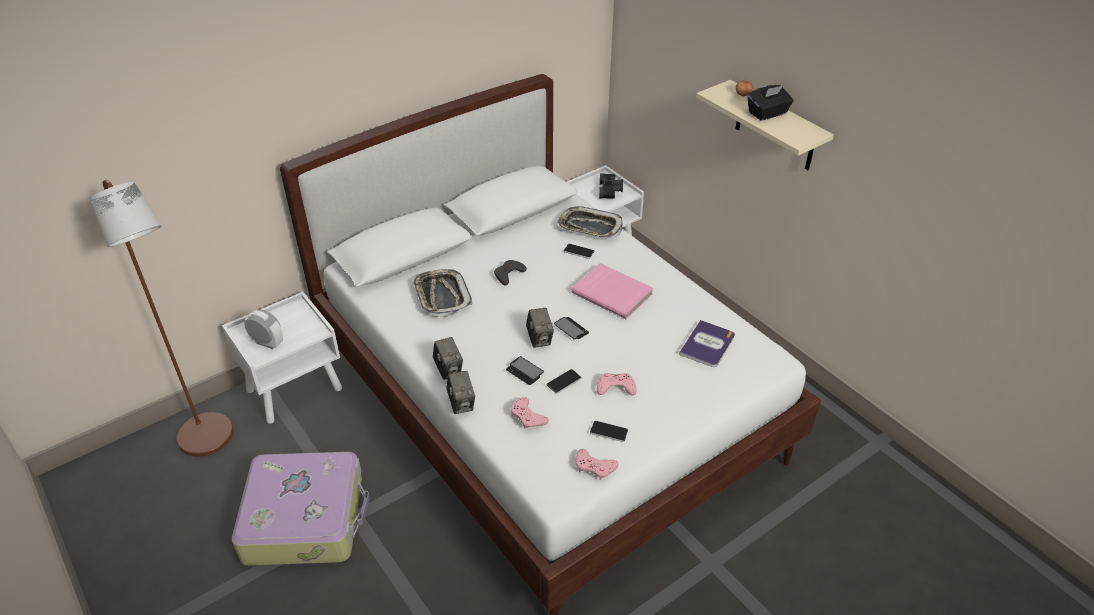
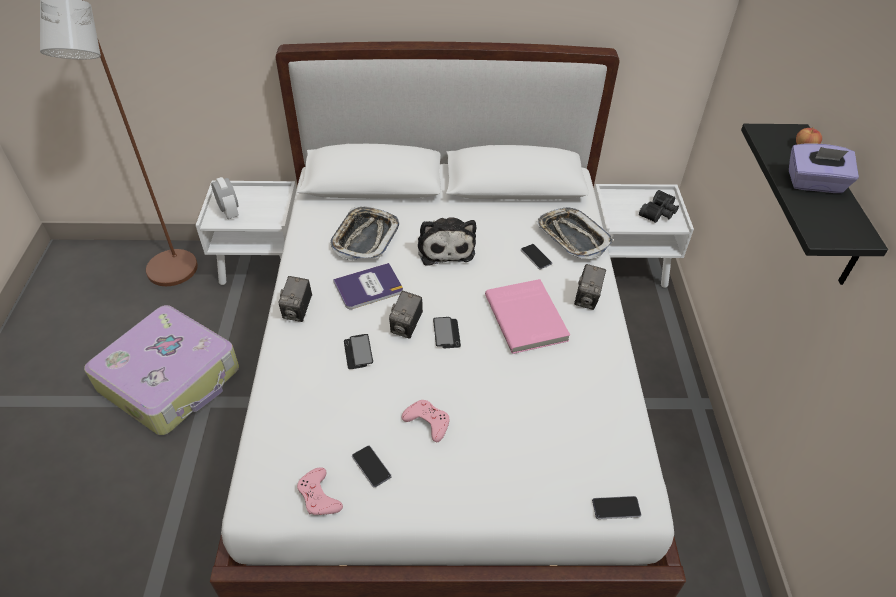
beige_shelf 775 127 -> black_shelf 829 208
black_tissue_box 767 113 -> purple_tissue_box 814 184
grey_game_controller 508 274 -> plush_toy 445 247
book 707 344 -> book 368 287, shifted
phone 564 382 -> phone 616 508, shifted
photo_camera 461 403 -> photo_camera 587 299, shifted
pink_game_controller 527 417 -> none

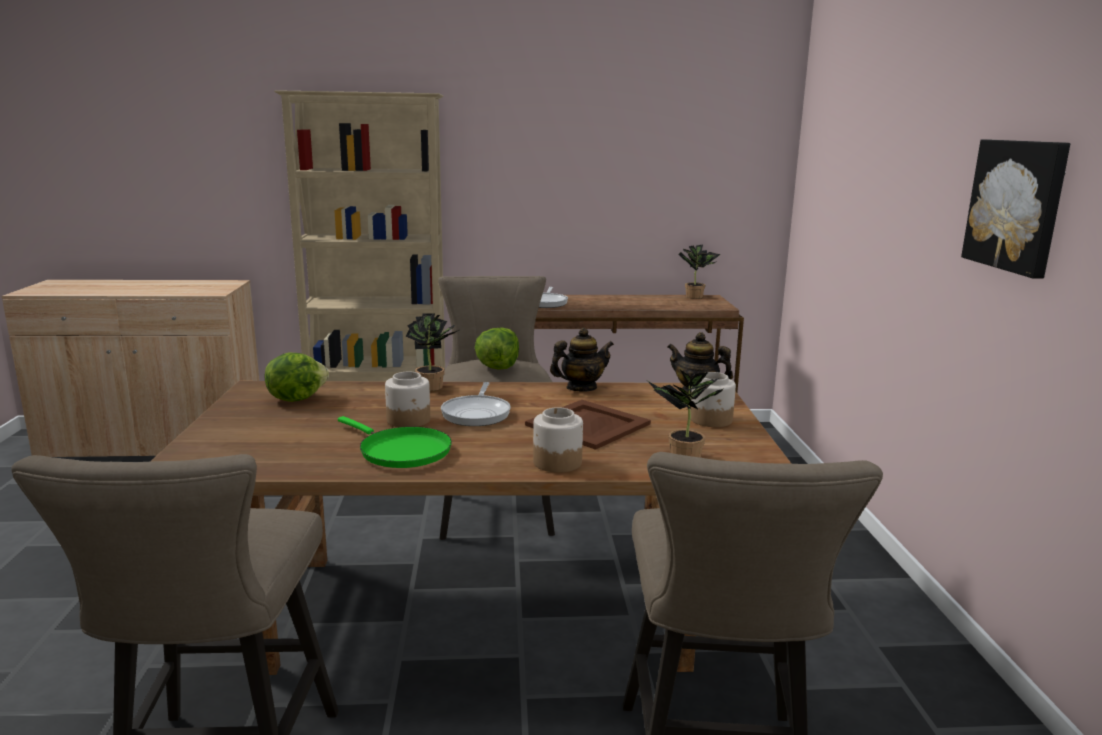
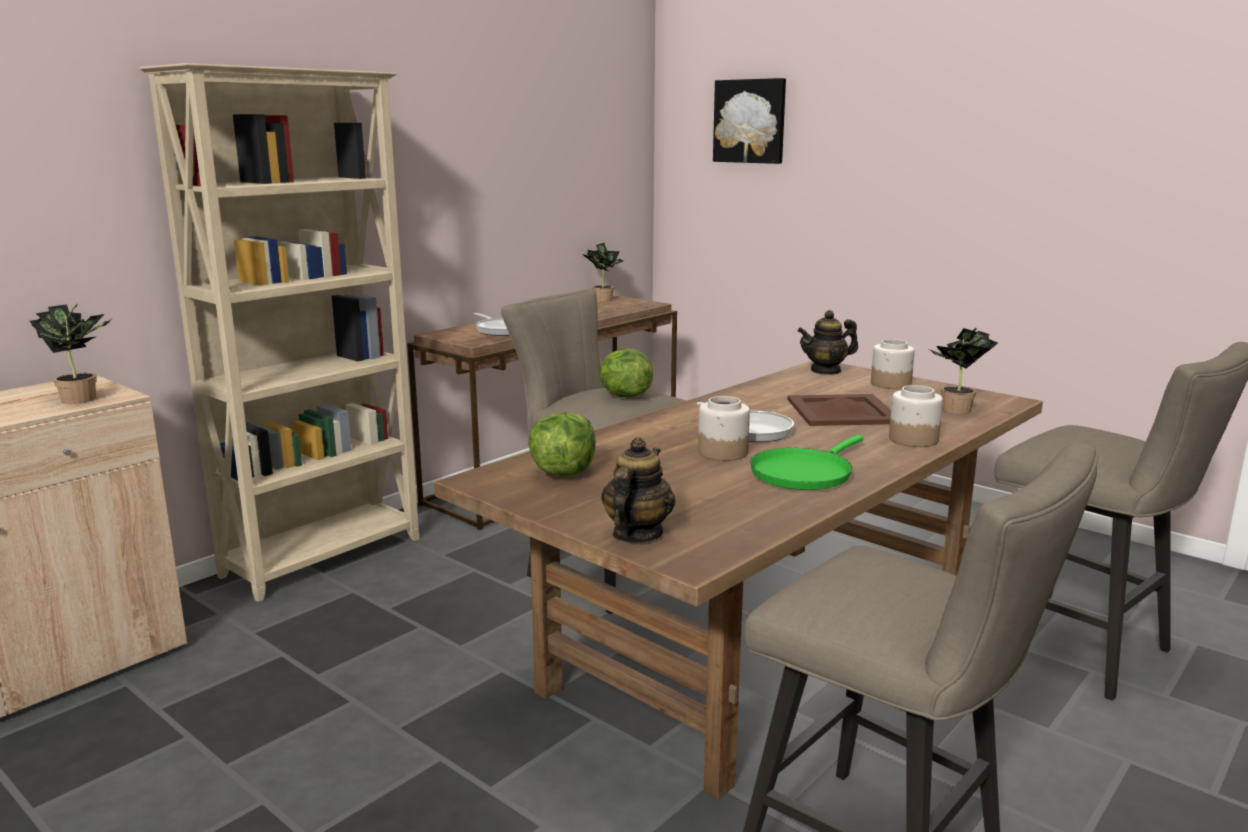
picture 1017 205 -> picture 750 121, shifted
potted_plant 434 387 -> potted_plant 84 399, shifted
teapot 581 388 -> teapot 636 534, shifted
green_frying_pan 401 451 -> green_frying_pan 803 473, 135 degrees clockwise

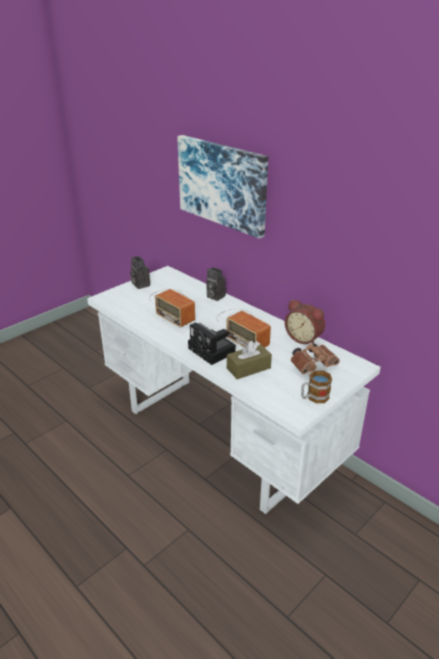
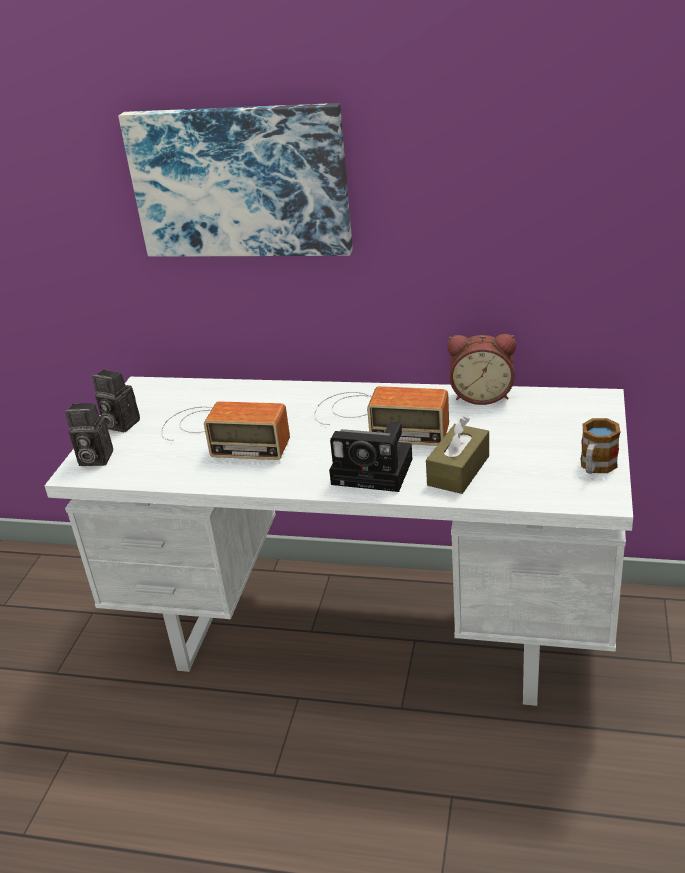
photo_camera 214 296 -> photo_camera 93 459, shifted
brown_binoculars 314 365 -> none

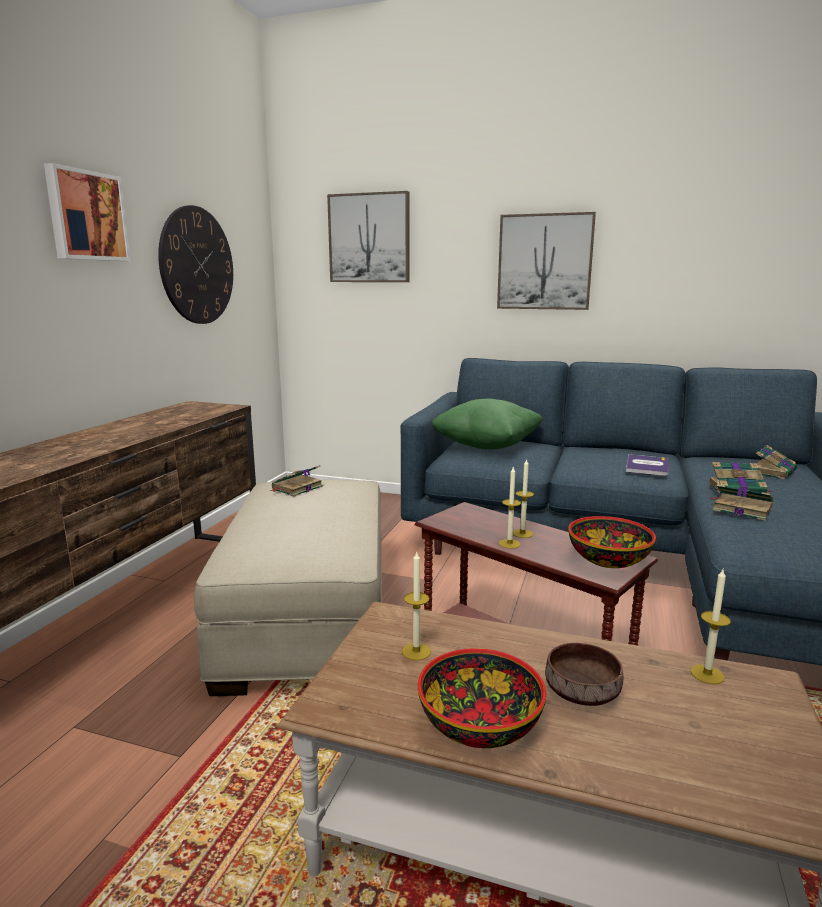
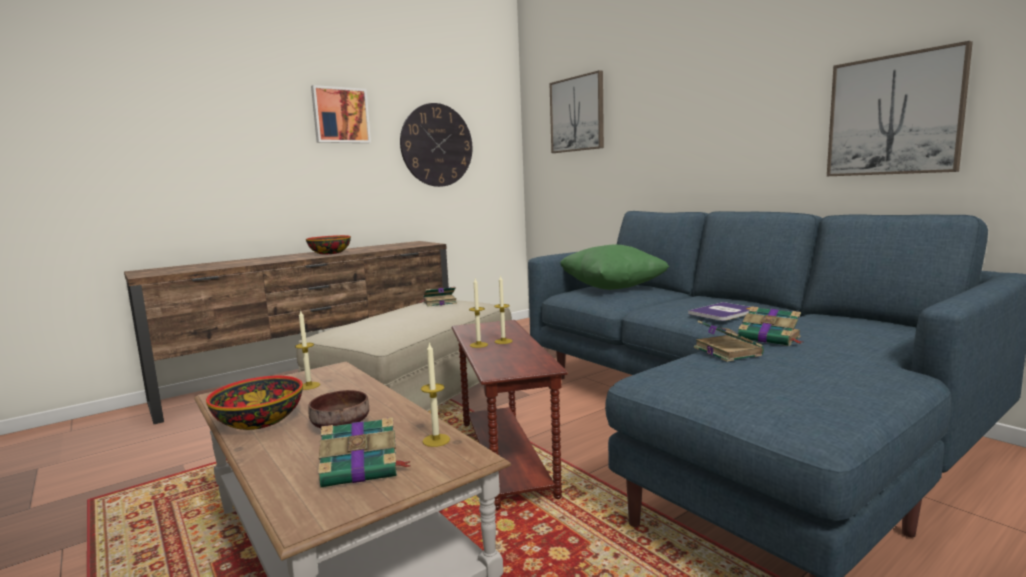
picture 544 262 -> picture 894 115, shifted
book 773 471 -> book 362 468, shifted
bowl 609 560 -> bowl 330 253, shifted

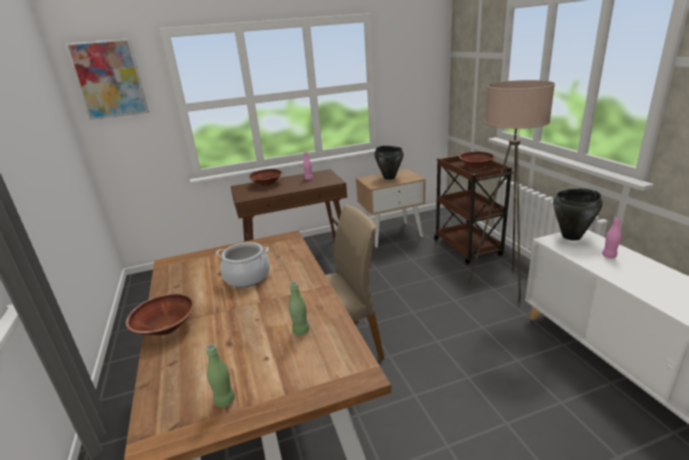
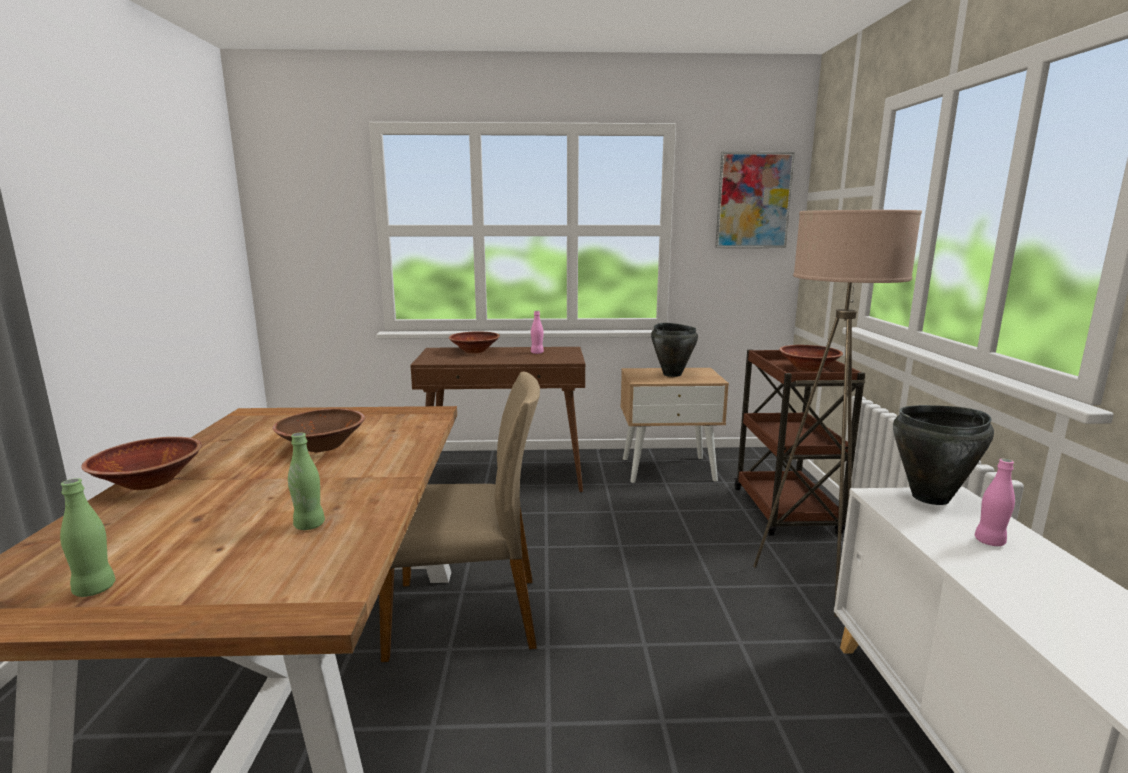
picture 109 79 -> picture 753 201, shifted
cooking_pot 247 277 -> brown_bowl 322 446

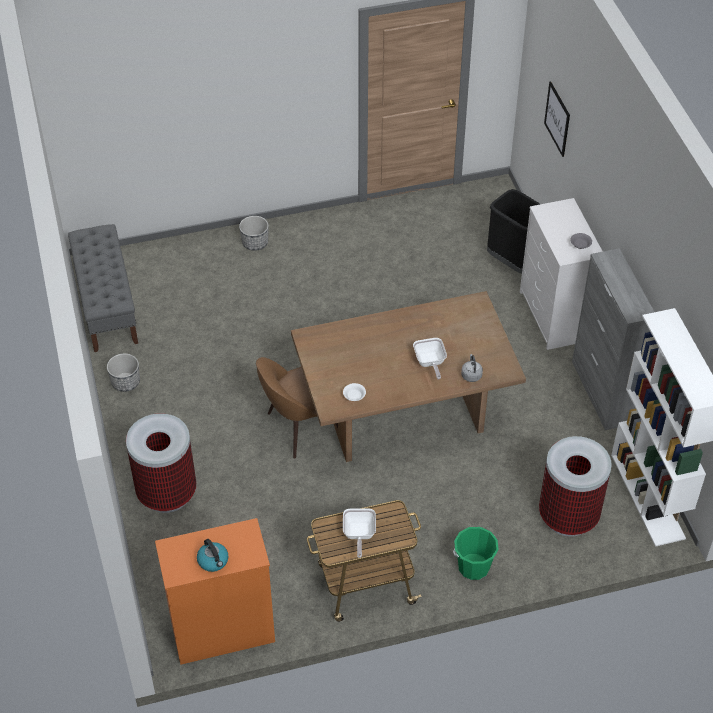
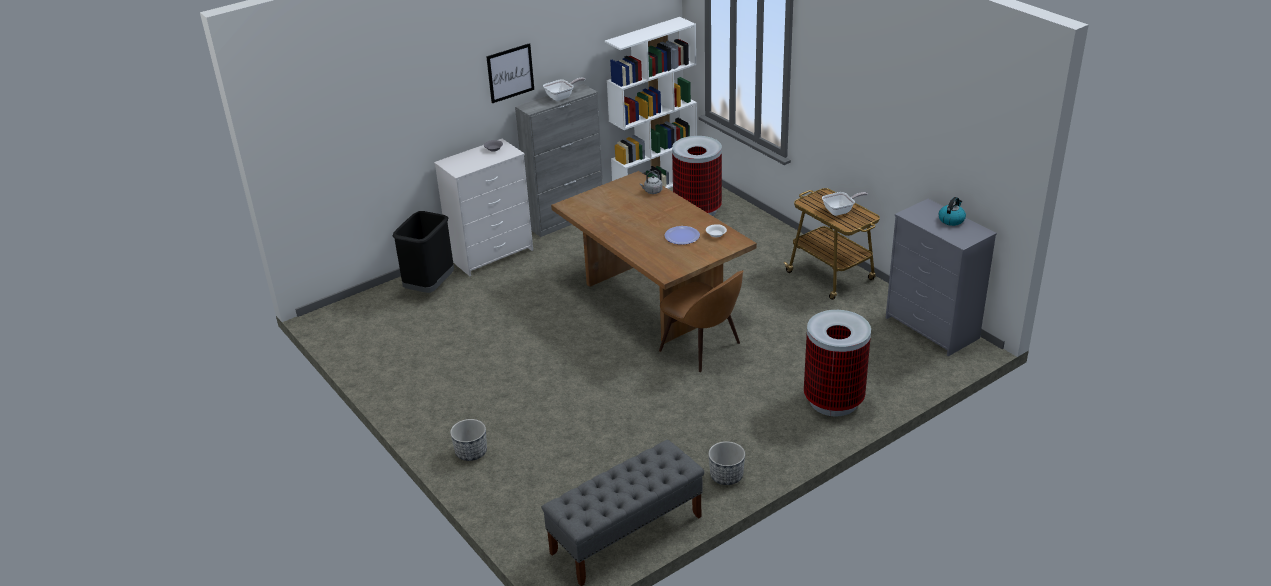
picture 557 119 -> picture 510 73, shifted
frying_pan 429 363 -> frying_pan 562 97, shifted
orange_dresser 221 630 -> grey_dresser 932 328
green_bucket 473 567 -> none
none -> plate 682 236

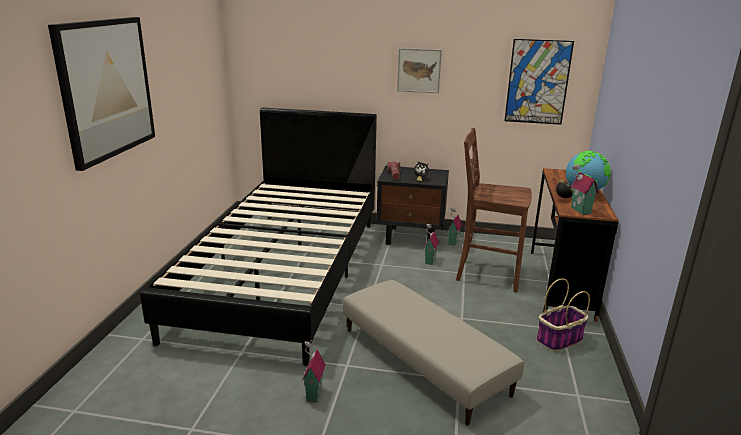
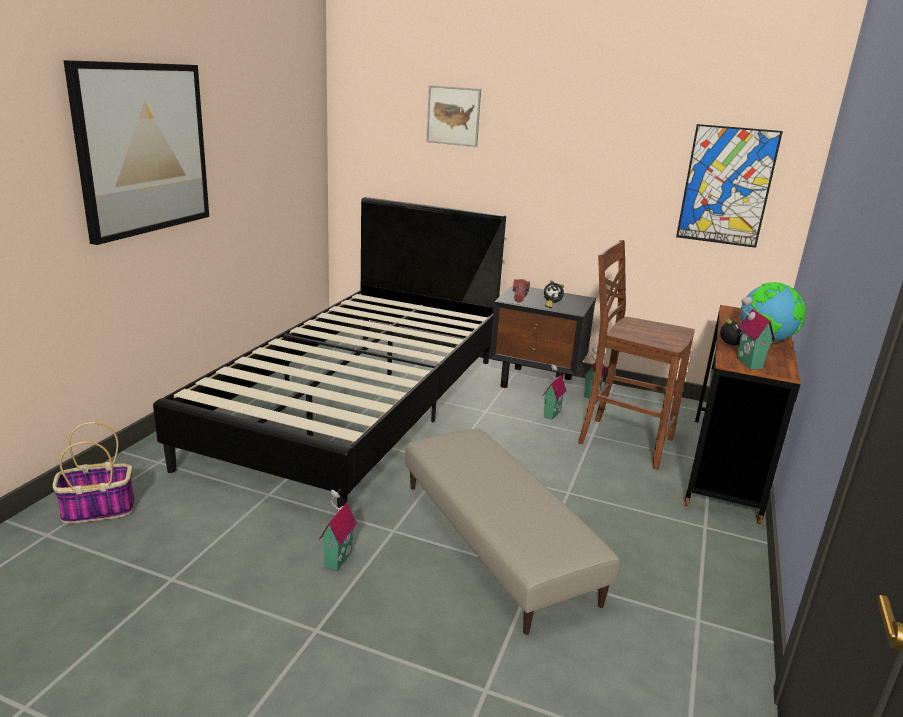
picture 419 70 -> picture 453 116, shifted
basket 559 340 -> basket 97 510, shifted

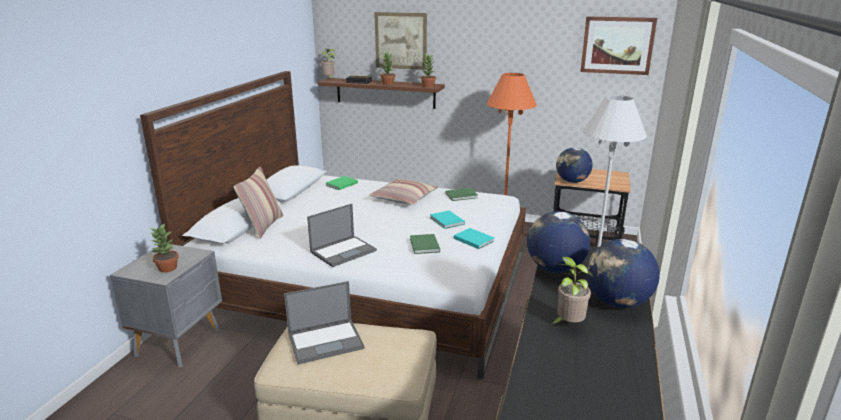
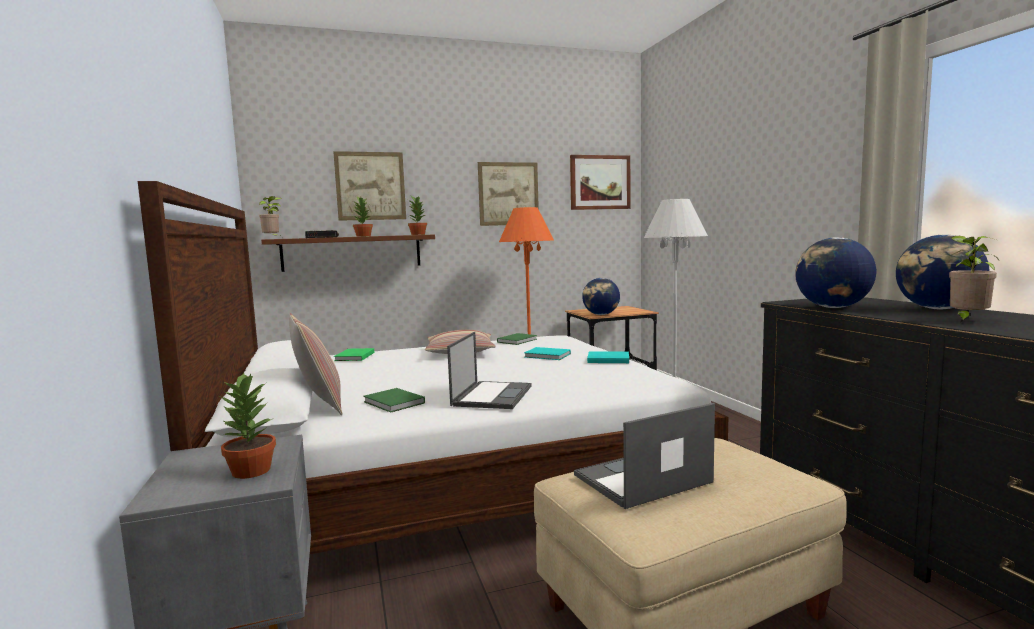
green_book 424 246 -> green_book 394 403, shifted
laptop 326 341 -> laptop 641 479, 150 degrees counterclockwise
none -> picture 508 194

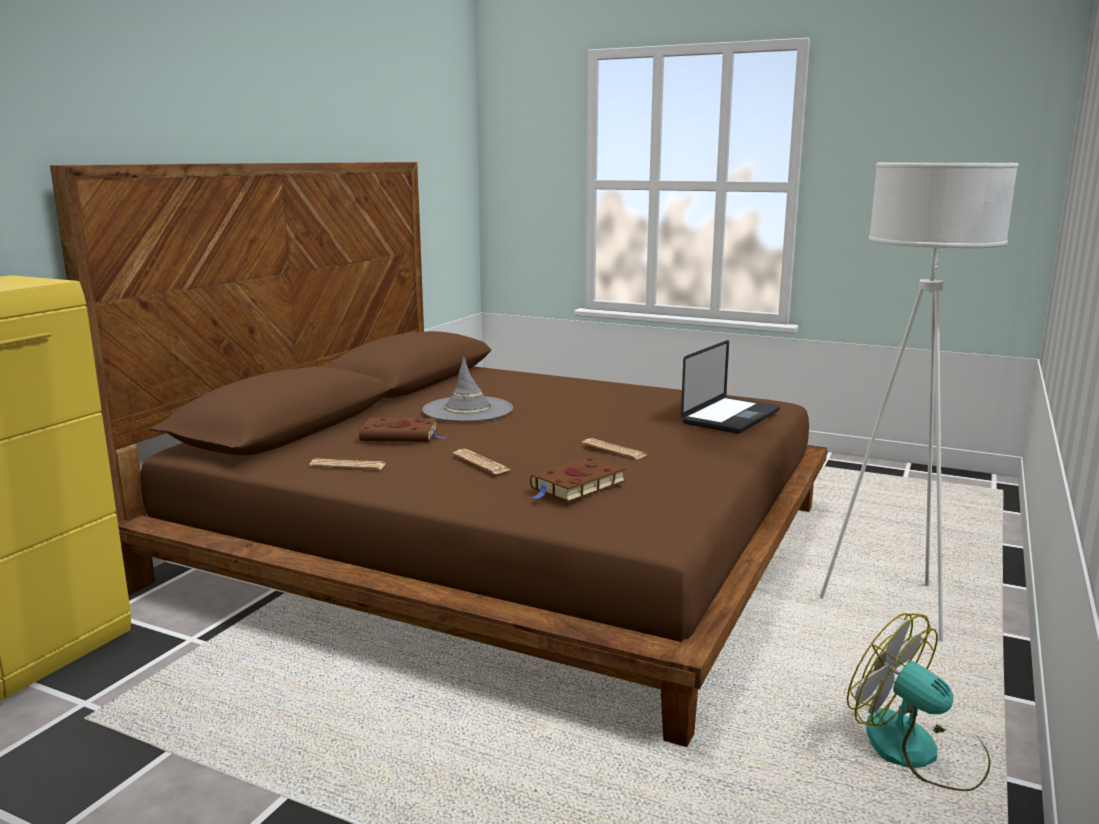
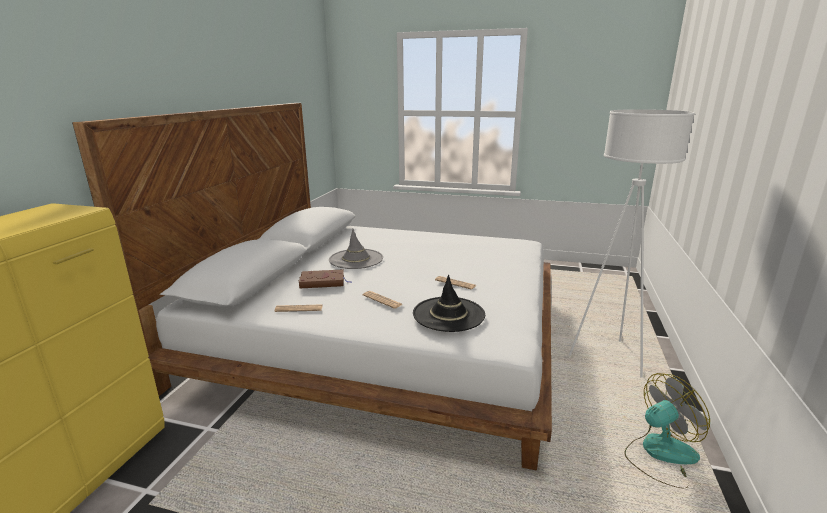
brown_bed 506 544 -> white_bed 384 335
laptop 731 417 -> none
brown_book 576 485 -> black_hat 448 314
fan 918 752 -> fan 659 455, 120 degrees clockwise

